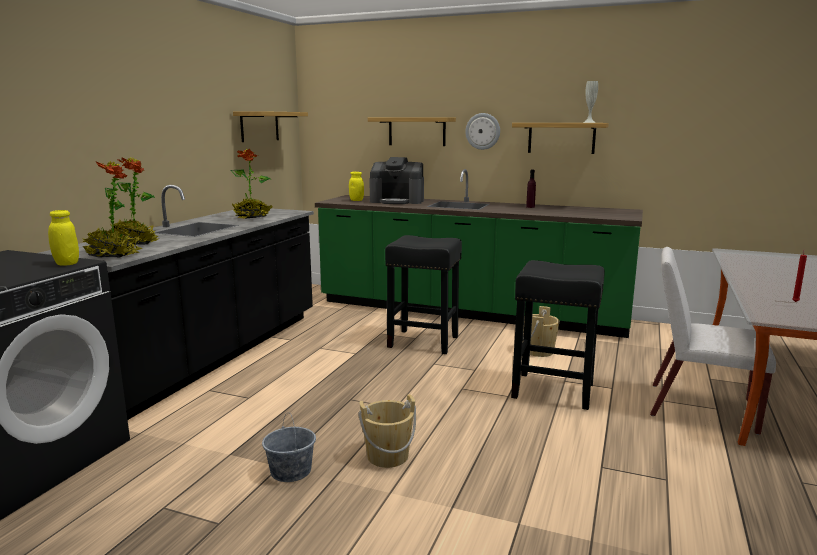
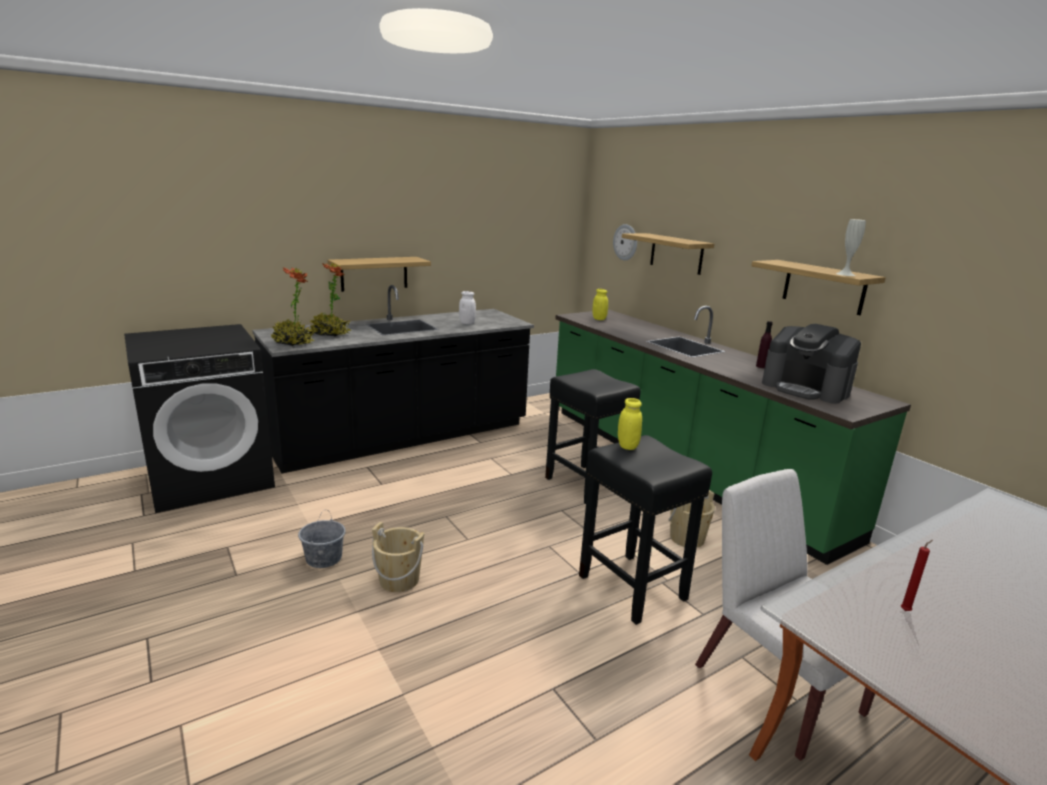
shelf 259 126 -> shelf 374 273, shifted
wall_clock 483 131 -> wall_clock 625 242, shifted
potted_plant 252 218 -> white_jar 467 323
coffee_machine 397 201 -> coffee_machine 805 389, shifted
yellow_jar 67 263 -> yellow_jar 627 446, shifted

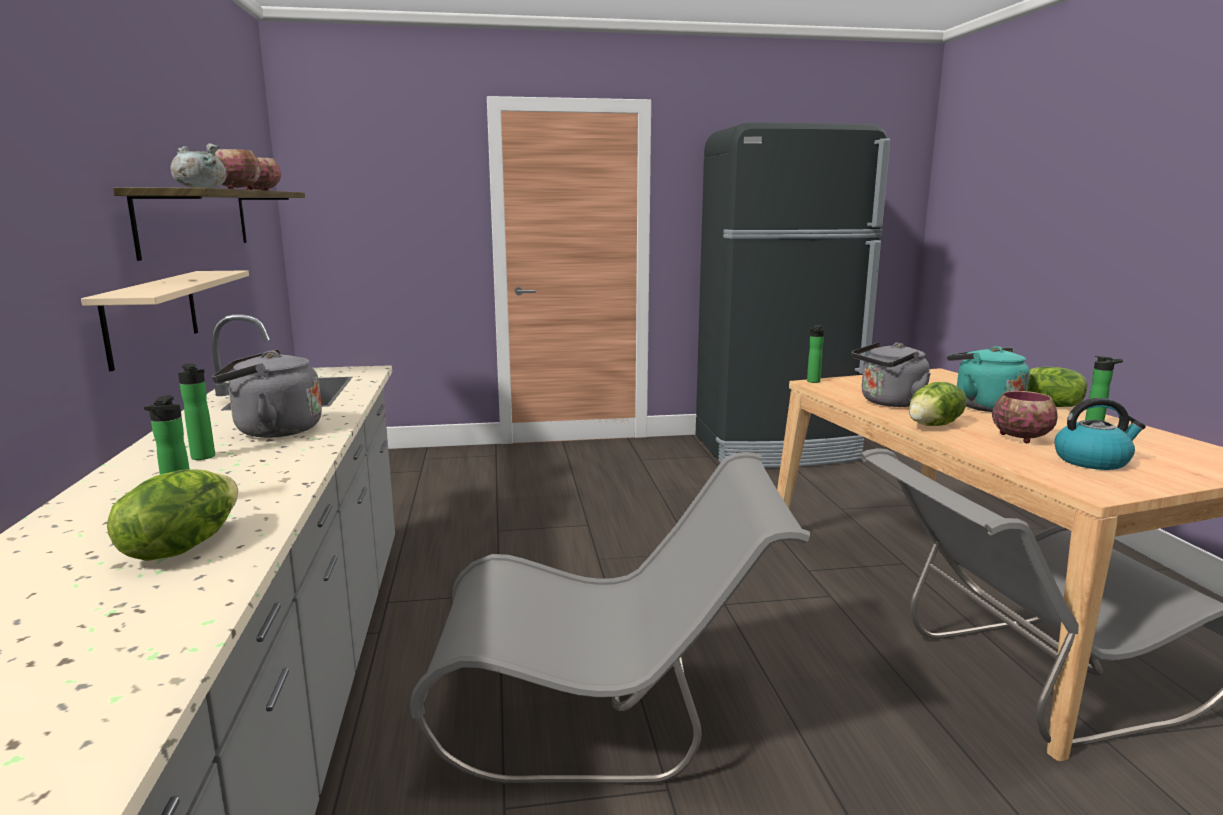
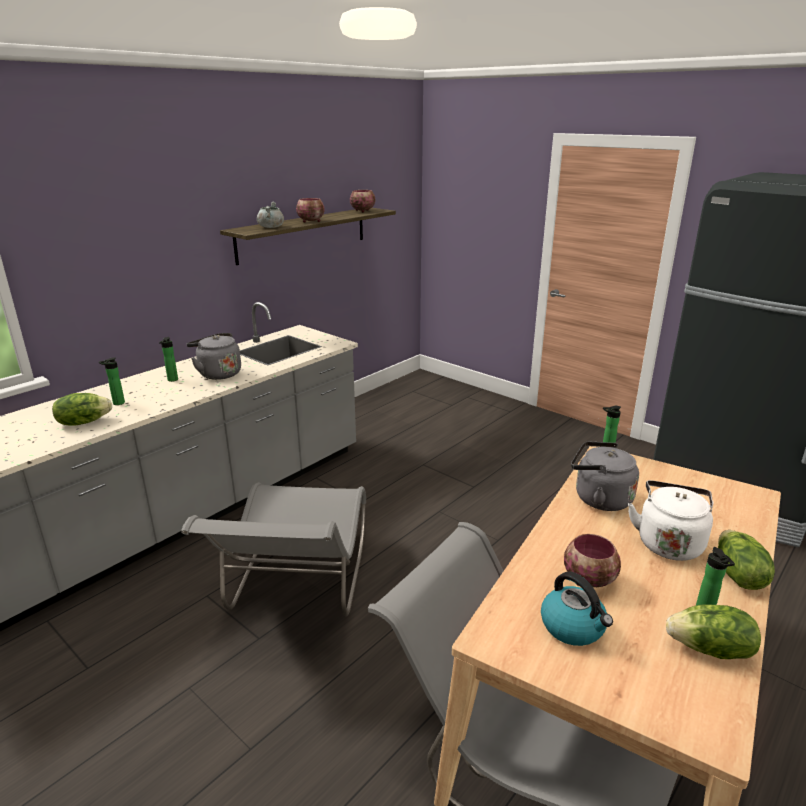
beige_shelf 152 316 -> none
turquoise_kettle 983 406 -> white_kettle 668 542
lettuce 934 425 -> lettuce 710 650, shifted
grey_chair 604 713 -> grey_chair 297 589, 45 degrees clockwise

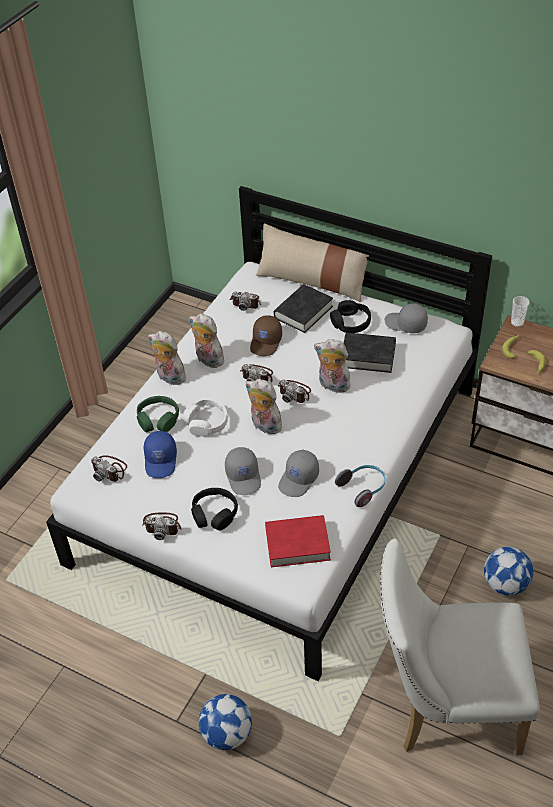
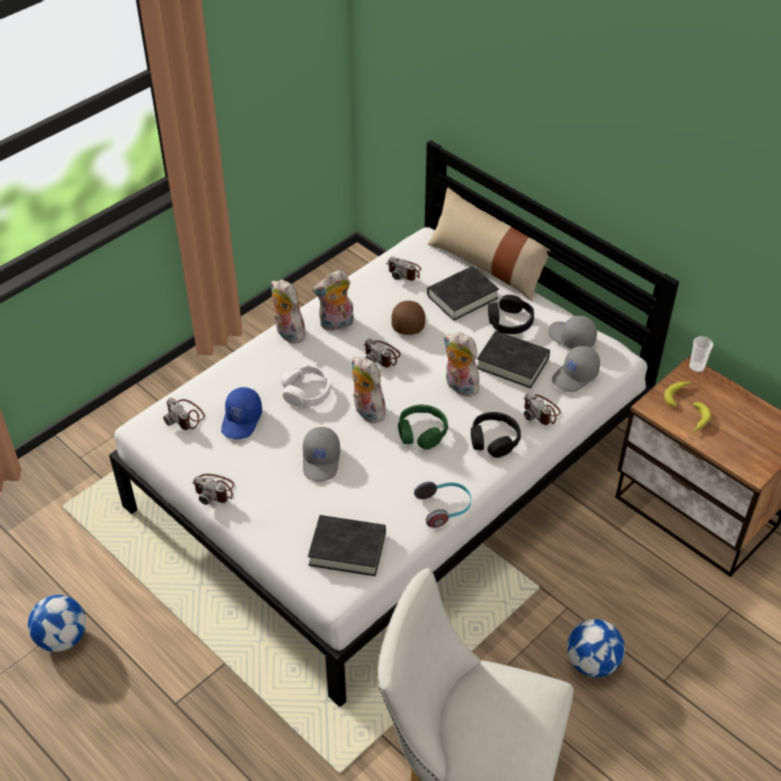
plush_toy 207 360 -> plush_toy 336 324, 75 degrees counterclockwise
brown_cap 266 342 -> brown_cap 407 320, 150 degrees clockwise
photo_camera 295 393 -> photo_camera 541 411, shifted
green_headphones 158 419 -> green_headphones 422 432, shifted
grey_cap 299 479 -> grey_cap 575 376, shifted
black_headphones 214 514 -> black_headphones 494 440, shifted
red_book 297 544 -> black_book 347 549
football 227 733 -> football 62 638, shifted

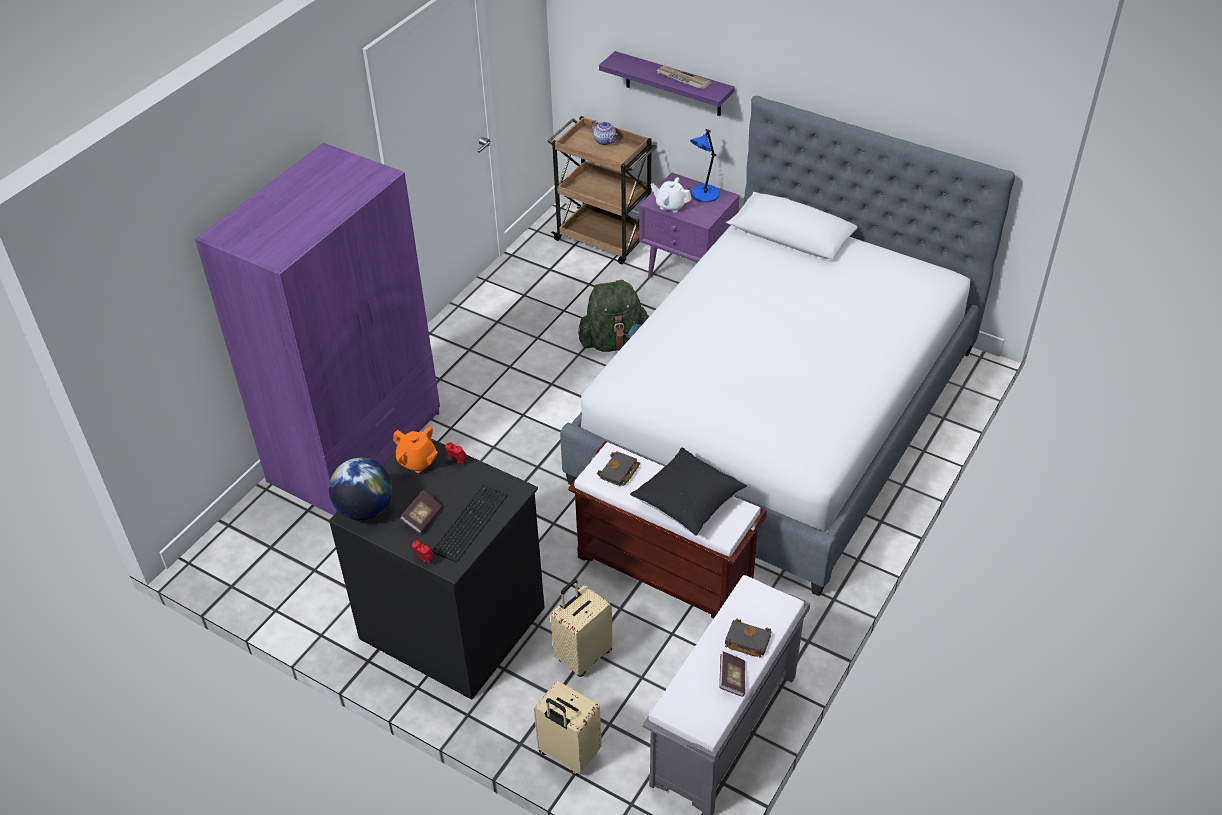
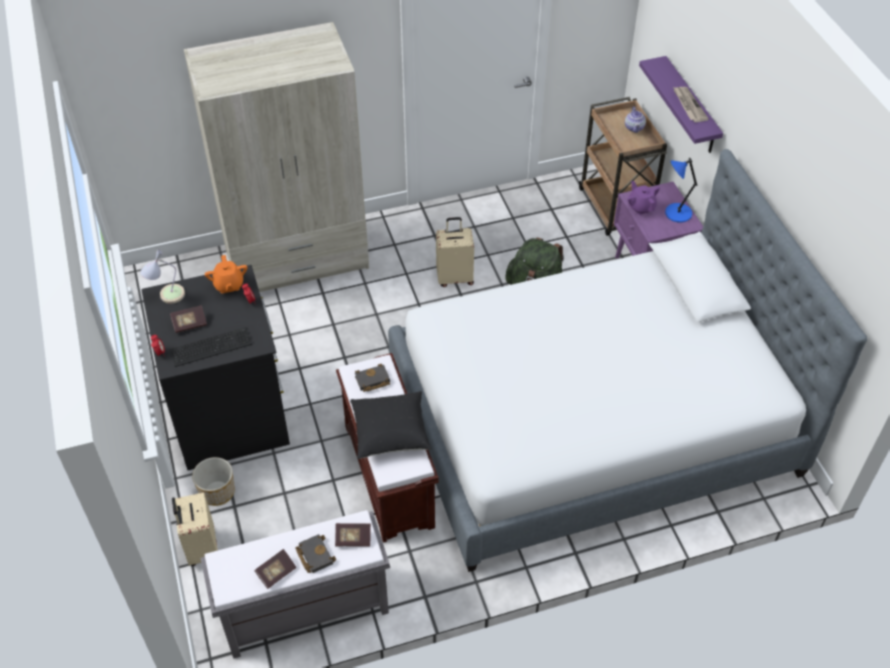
purple_wardrobe 357 447 -> beige_wardrobe 297 259
white_teapot 670 205 -> purple_teapot 641 207
globe 365 509 -> table_lamp 166 296
beige_suitcase 583 655 -> beige_suitcase 455 277, shifted
none -> planter 218 492
none -> book 353 539

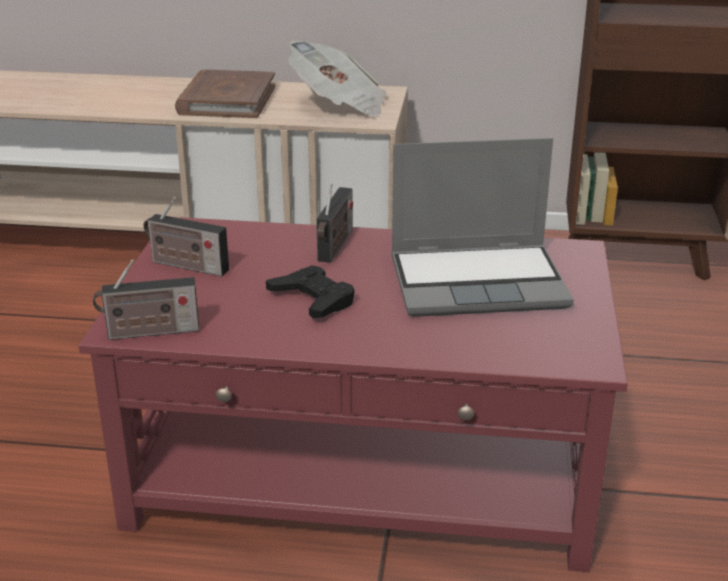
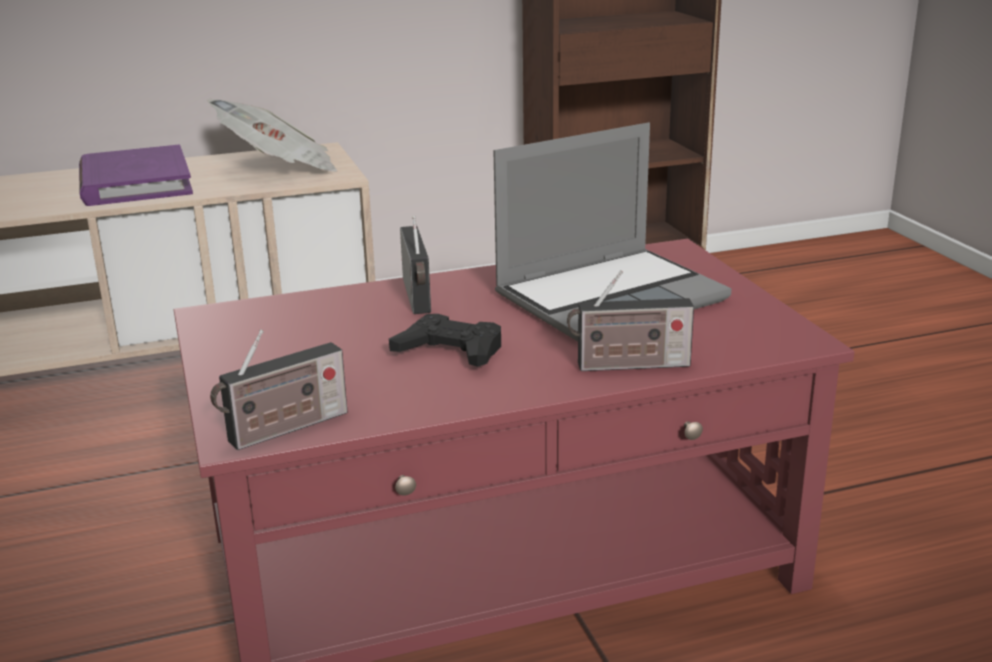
brown_book 227 100 -> purple_book 135 183
radio 186 266 -> radio 628 365, shifted

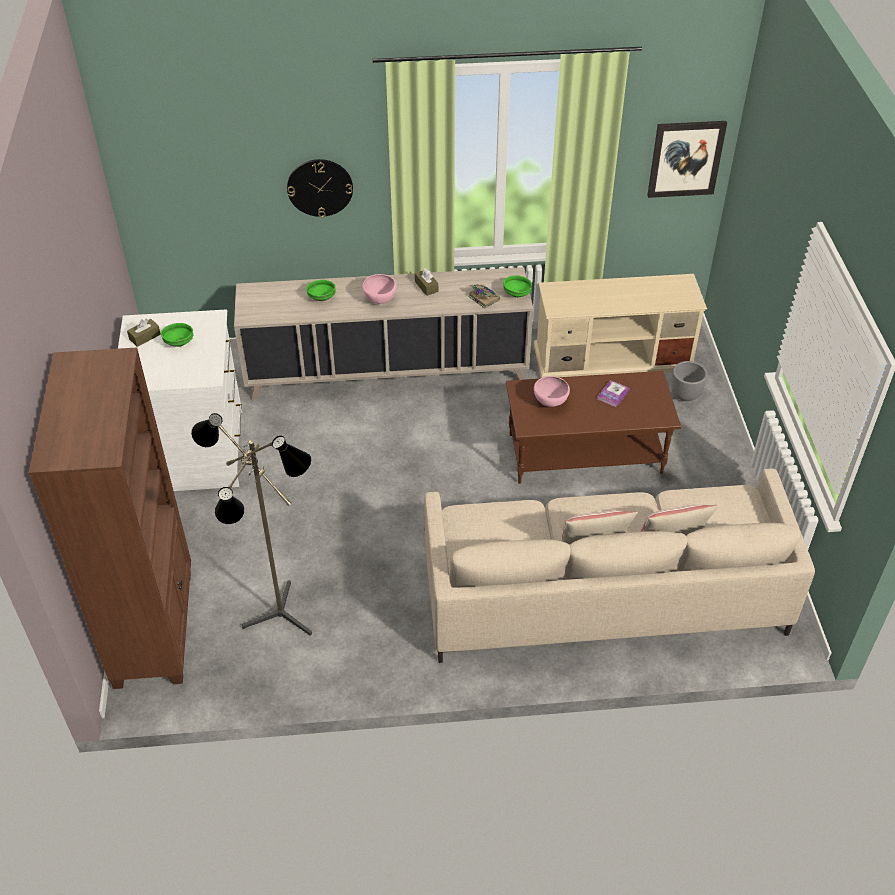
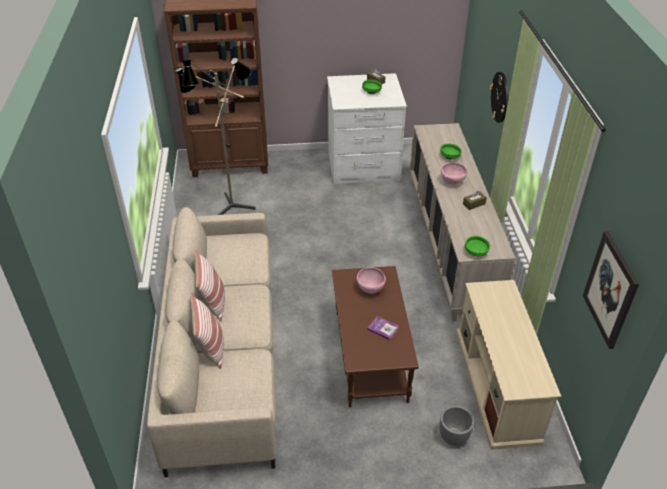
book 483 298 -> none

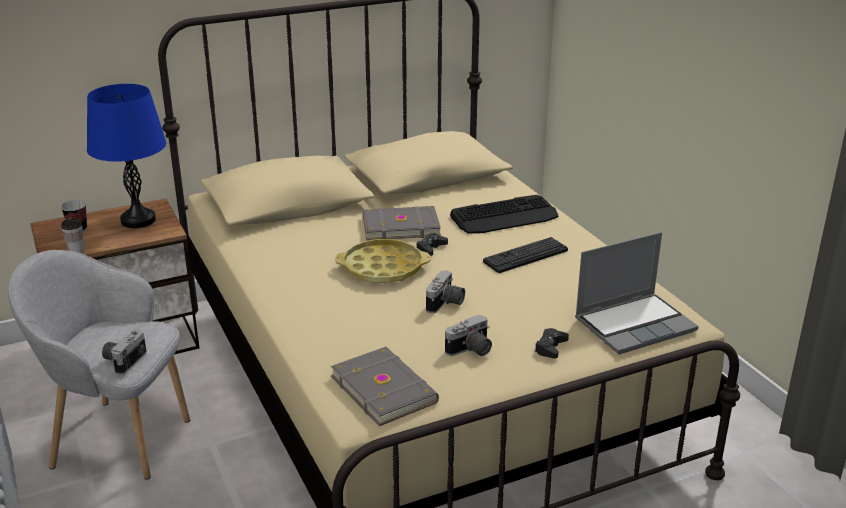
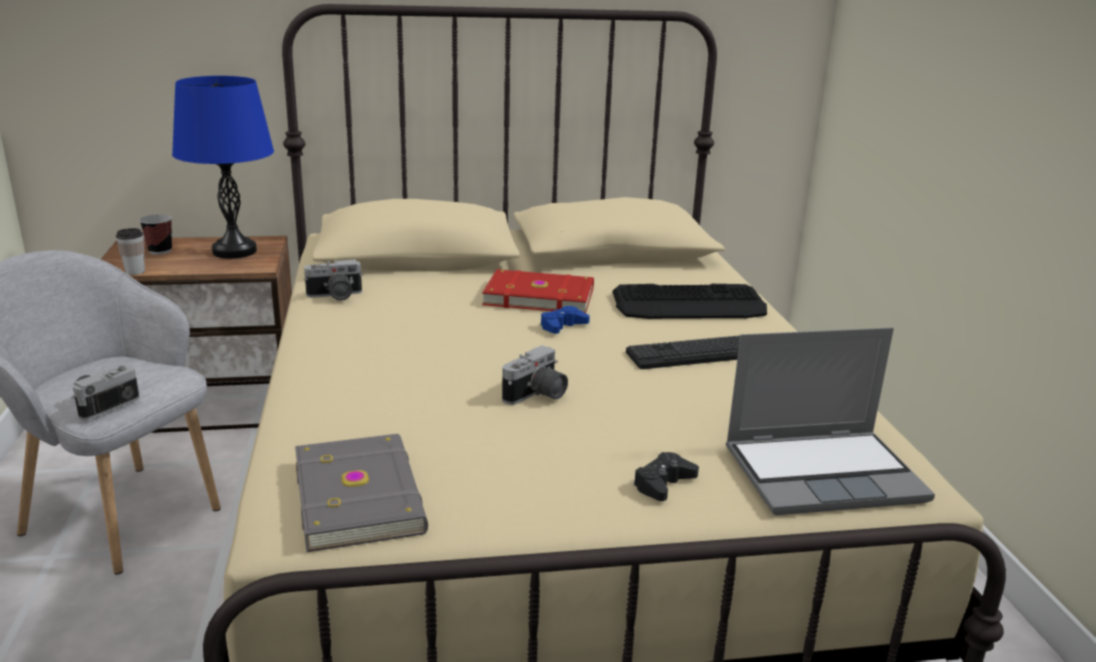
grey_book 400 226 -> red_book 539 296
black_game_controller 431 248 -> blue_game_controller 562 326
yellow_tray 383 268 -> none
photo_camera 471 351 -> photo_camera 335 296, shifted

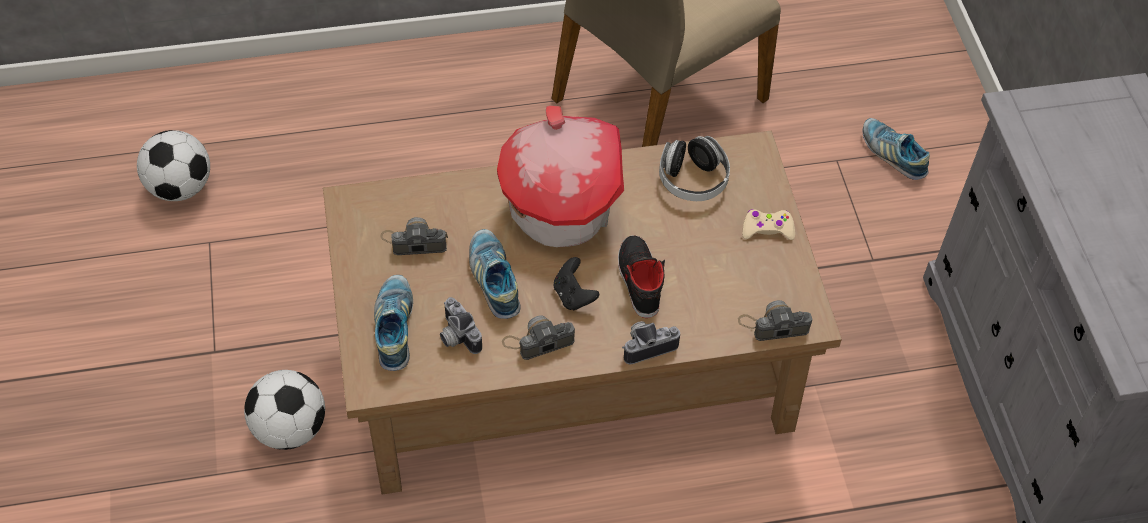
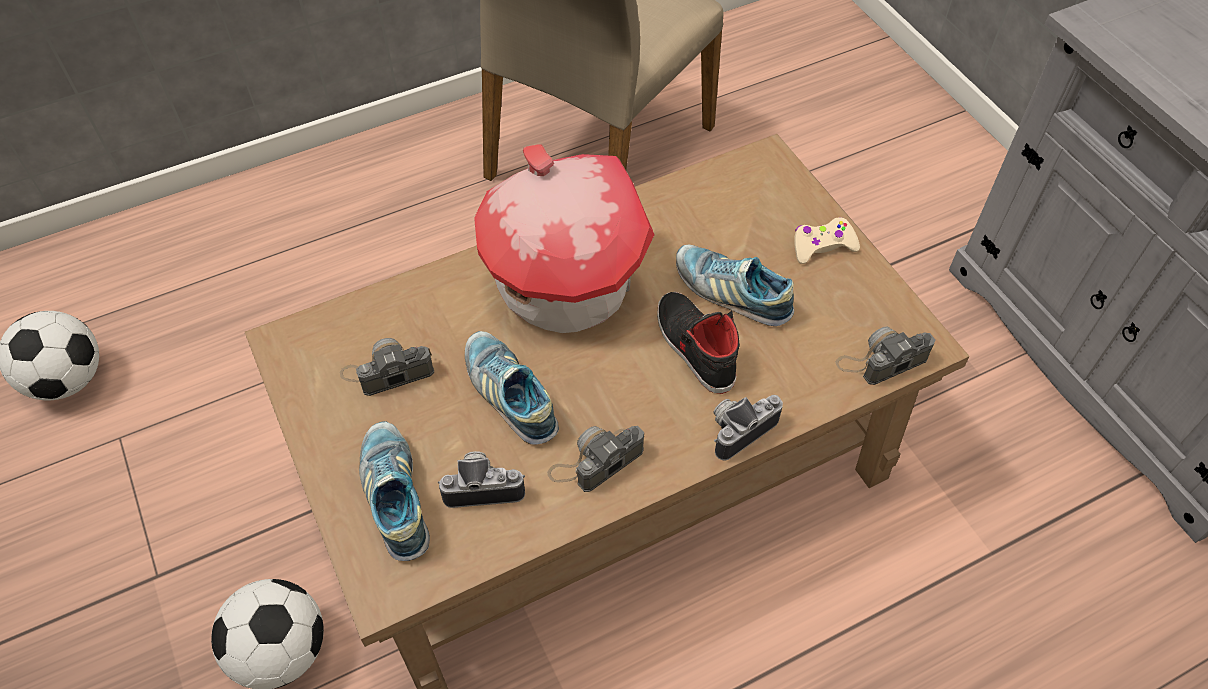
shoe 892 154 -> shoe 731 293, shifted
headphones 692 180 -> none
black_game_controller 573 295 -> none
photo_camera 456 336 -> photo_camera 483 485, 135 degrees clockwise

